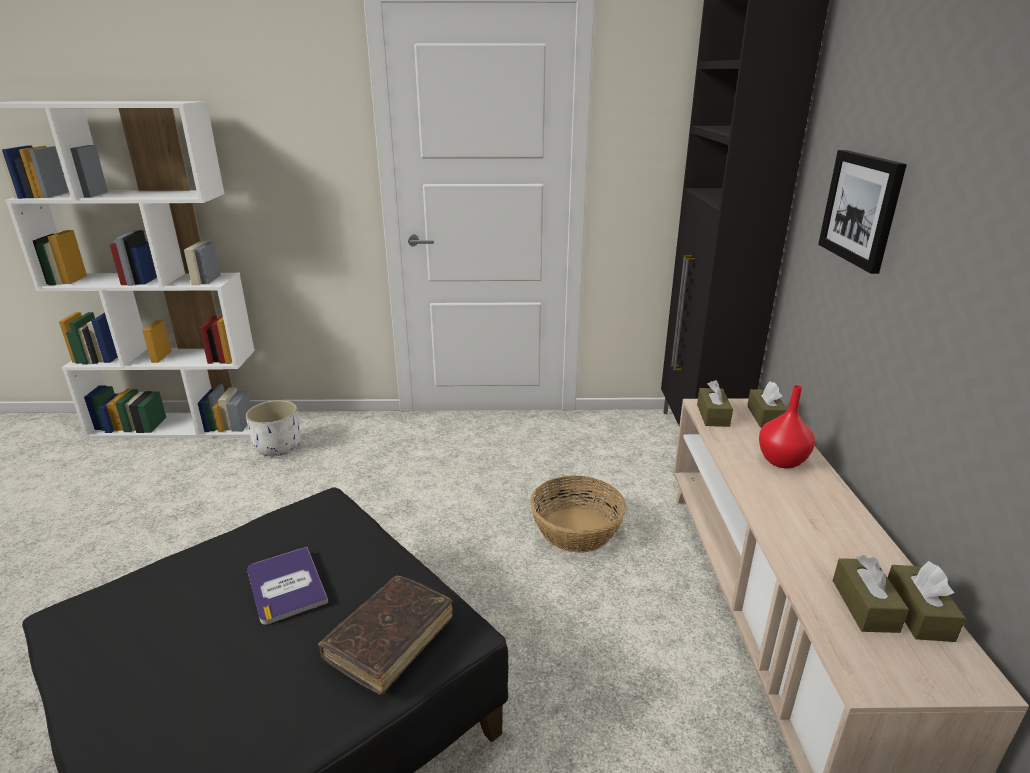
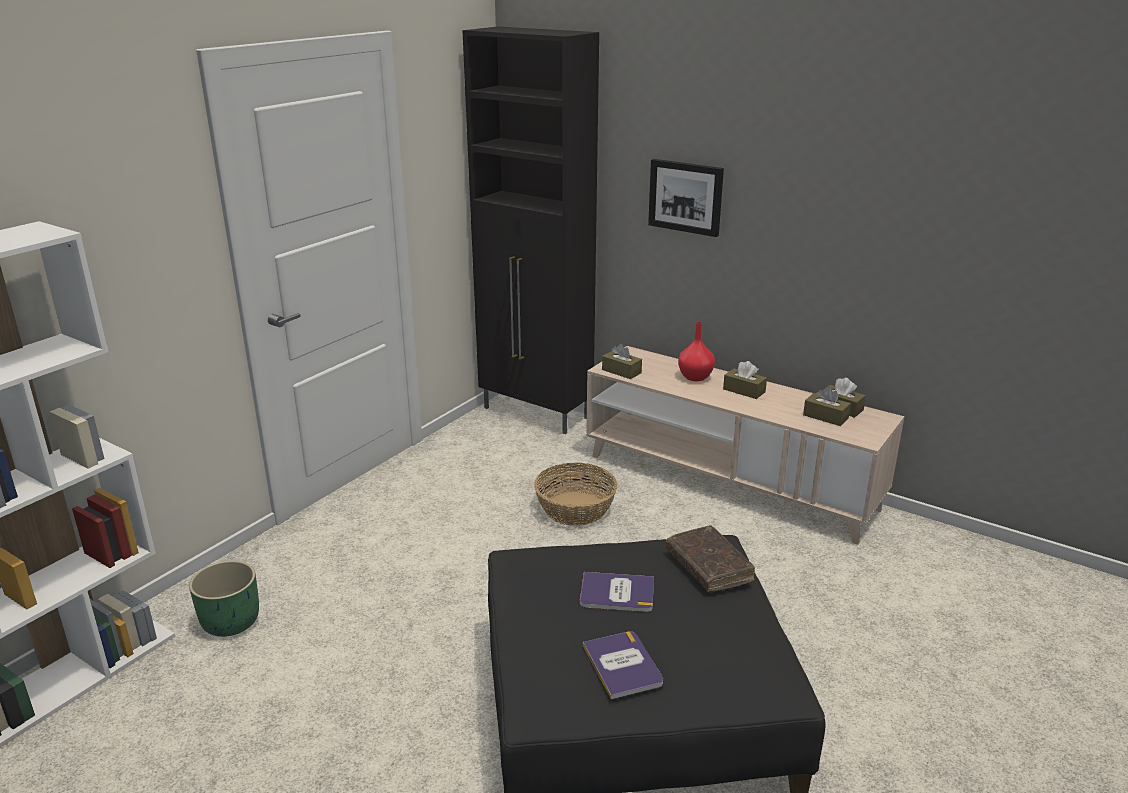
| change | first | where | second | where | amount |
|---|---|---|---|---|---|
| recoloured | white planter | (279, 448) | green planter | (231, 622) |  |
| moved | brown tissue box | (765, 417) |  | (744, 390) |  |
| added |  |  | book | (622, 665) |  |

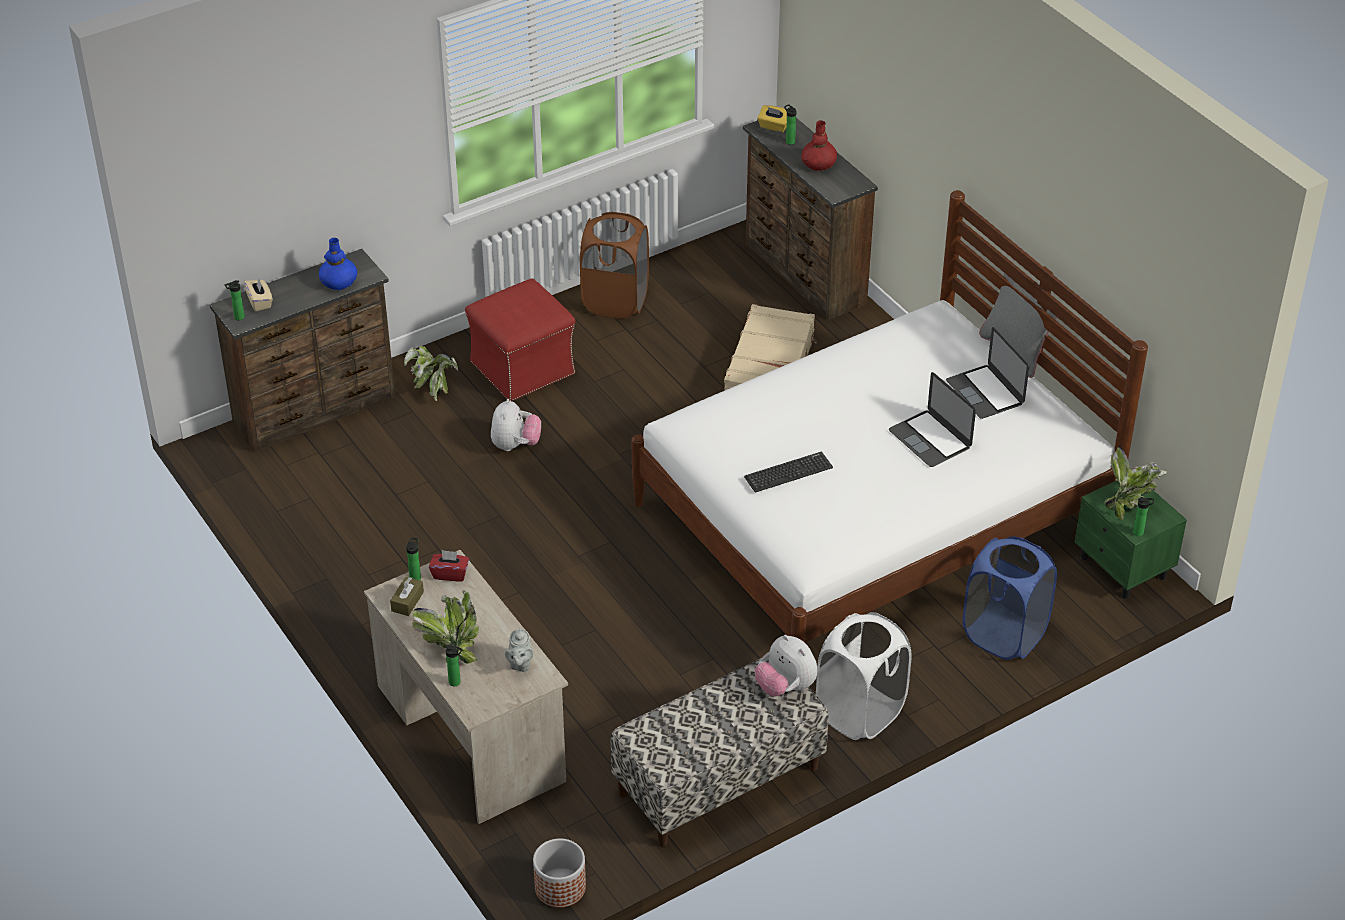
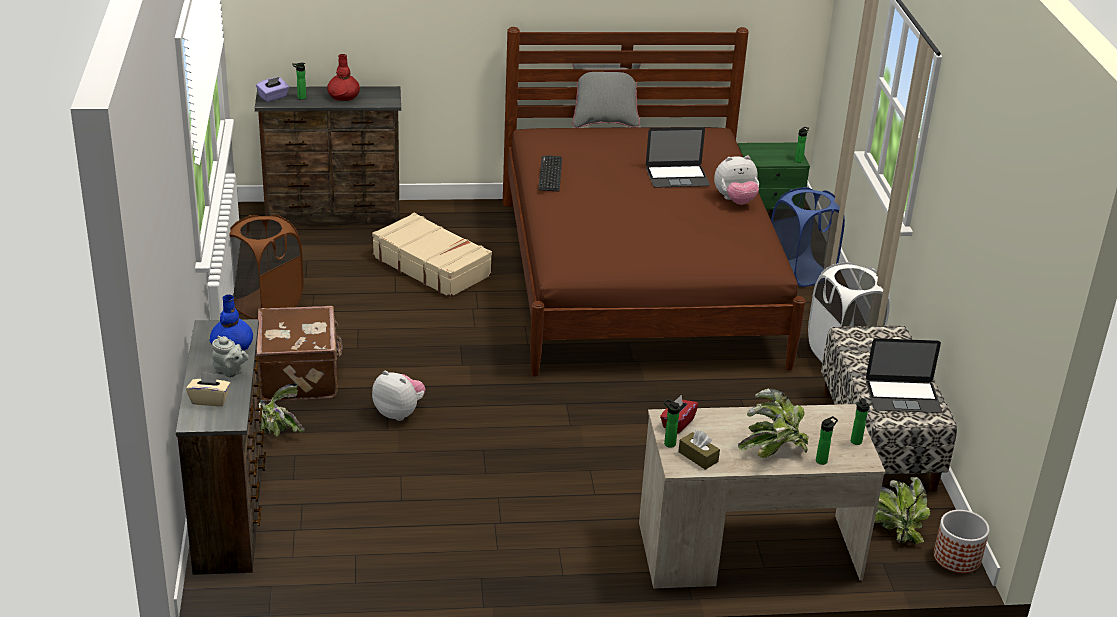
| change | first | where | second | where | amount |
|---|---|---|---|---|---|
| moved | bottle | (237, 318) |  | (856, 443) |  |
| replaced | red ottoman | (523, 367) | brown suitcase | (300, 376) |  |
| moved | grey teapot | (520, 664) |  | (230, 372) |  |
| recoloured | white bed | (872, 516) | brown bed | (637, 280) |  |
| moved | keyboard | (788, 472) |  | (550, 174) |  |
| moved | plush toy | (785, 687) |  | (735, 201) |  |
| recoloured | yellow tissue box | (774, 126) | purple tissue box | (273, 97) |  |
| moved | laptop | (985, 392) |  | (903, 396) |  |
| moved | potted plant | (1130, 502) |  | (894, 528) |  |

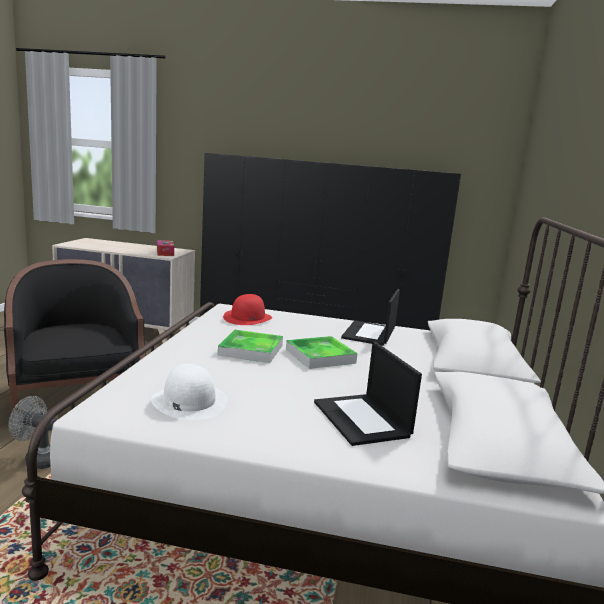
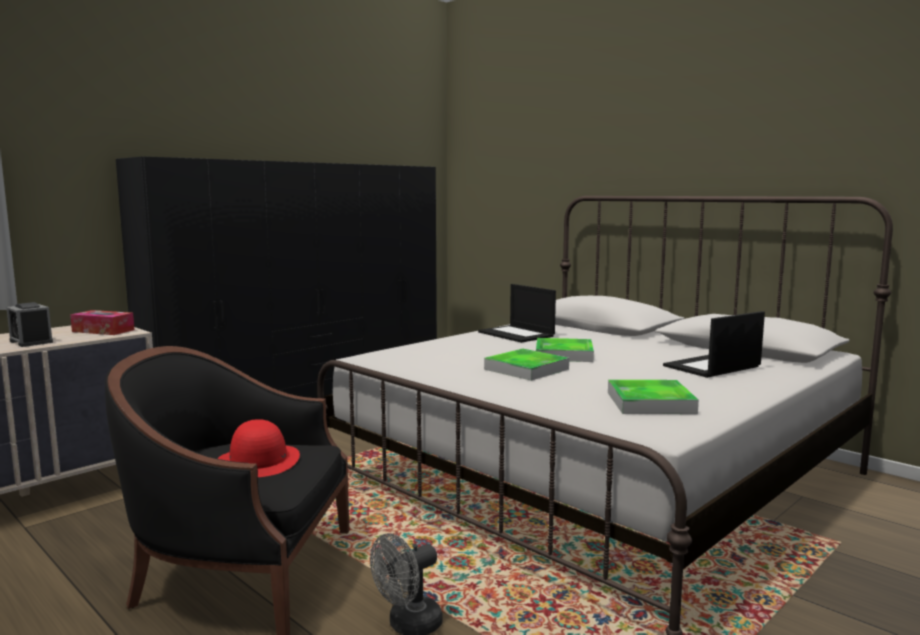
| change | first | where | second | where | amount |
|---|---|---|---|---|---|
| replaced | white hat | (189, 401) | tray | (650, 403) |  |
| moved | red hat | (247, 318) |  | (259, 461) |  |
| turned | laptop | (362, 419) |  | (712, 367) | 135 degrees clockwise |
| added |  |  | alarm clock | (31, 342) |  |

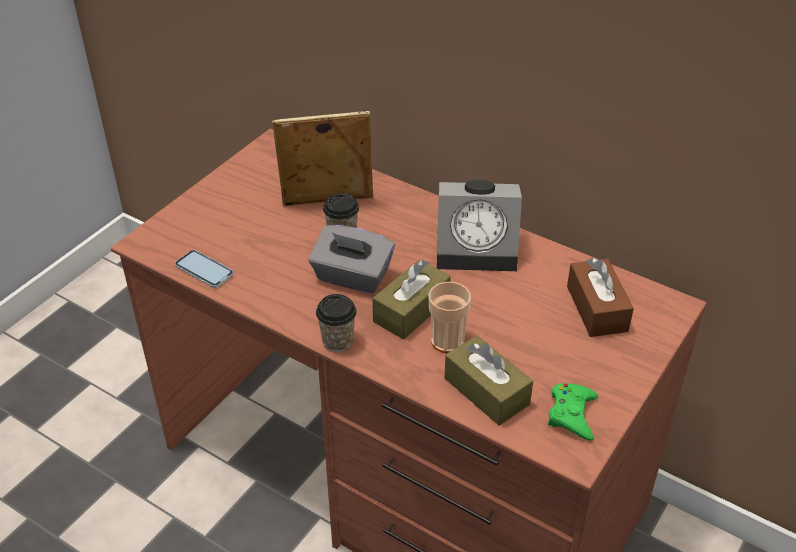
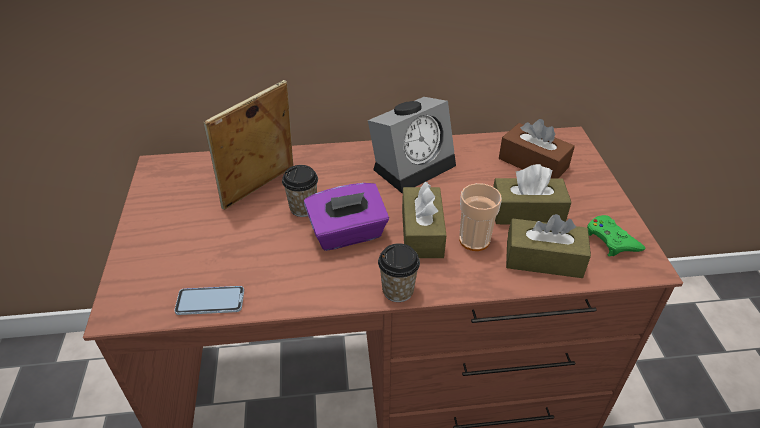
| change | first | where | second | where | amount |
|---|---|---|---|---|---|
| recoloured | grey tissue box | (352, 277) | purple tissue box | (347, 234) |  |
| added |  |  | brown tissue box | (527, 212) |  |

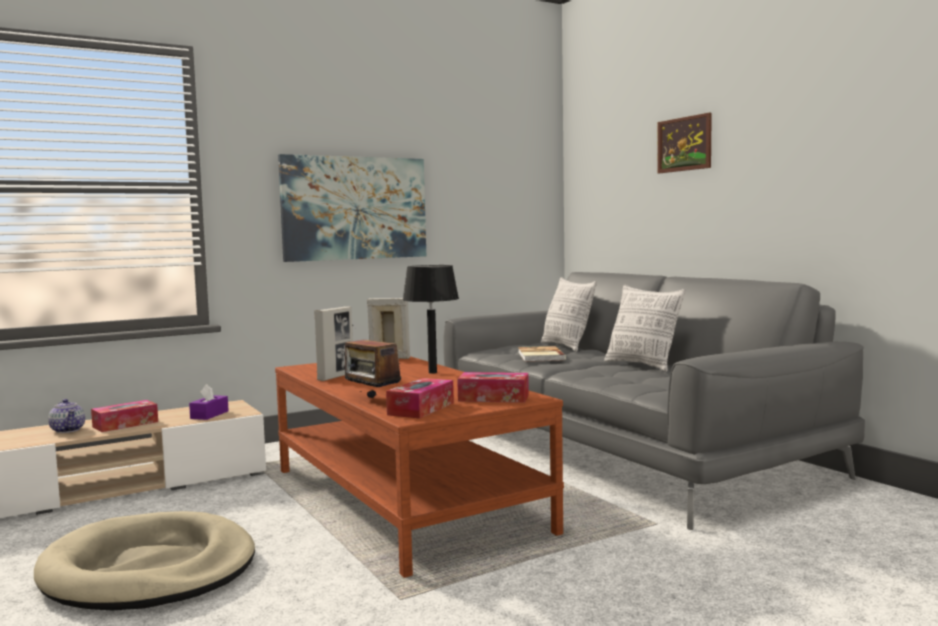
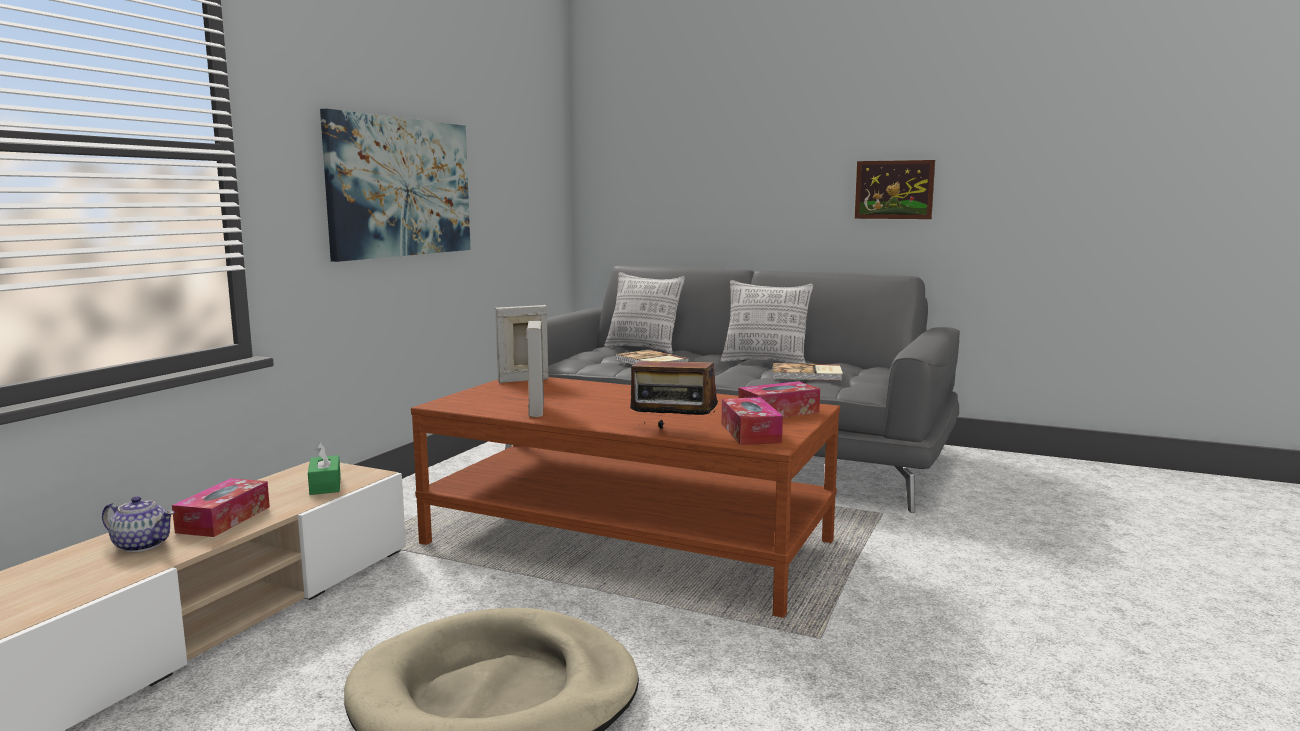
| change | first | where | second | where | amount |
|---|---|---|---|---|---|
| recoloured | purple tissue box | (209, 415) | green tissue box | (325, 485) |  |
| removed | black table lamp | (433, 372) |  |  |  |
| moved | picture | (684, 144) |  | (894, 189) |  |
| added |  |  | book | (807, 375) |  |

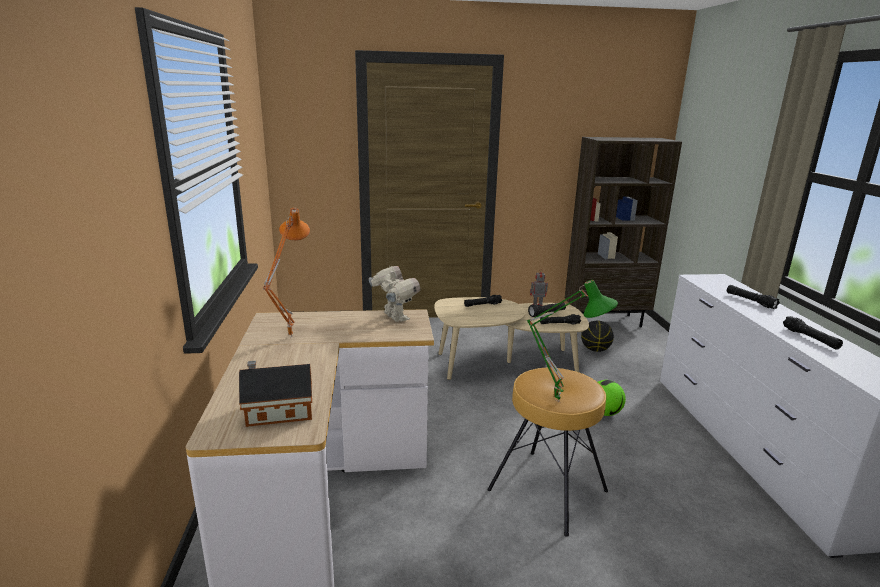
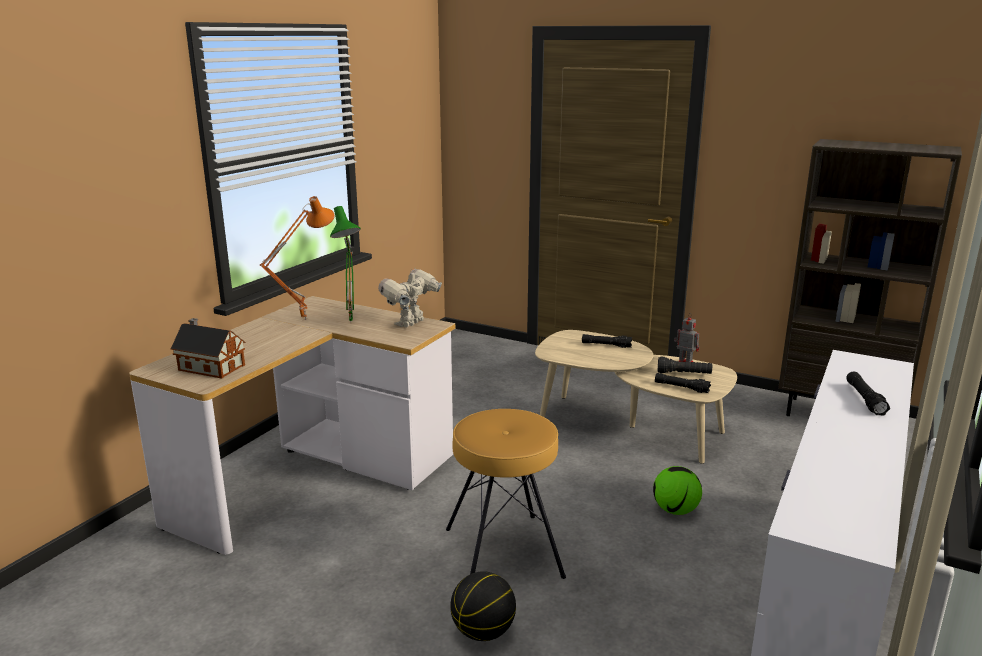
| change | first | where | second | where | amount |
|---|---|---|---|---|---|
| turned | toy robot | (394, 318) |  | (411, 323) | 150 degrees counterclockwise |
| moved | green table lamp | (559, 400) |  | (353, 323) |  |
| moved | basketball | (595, 350) |  | (483, 632) |  |
| removed | black flashlight | (810, 338) |  |  |  |

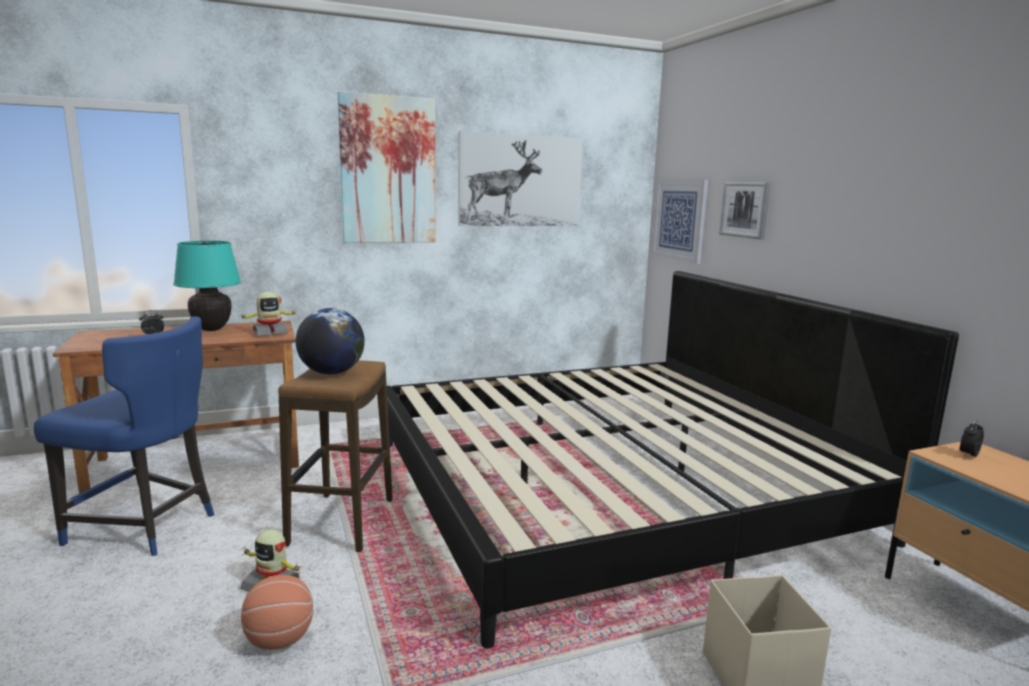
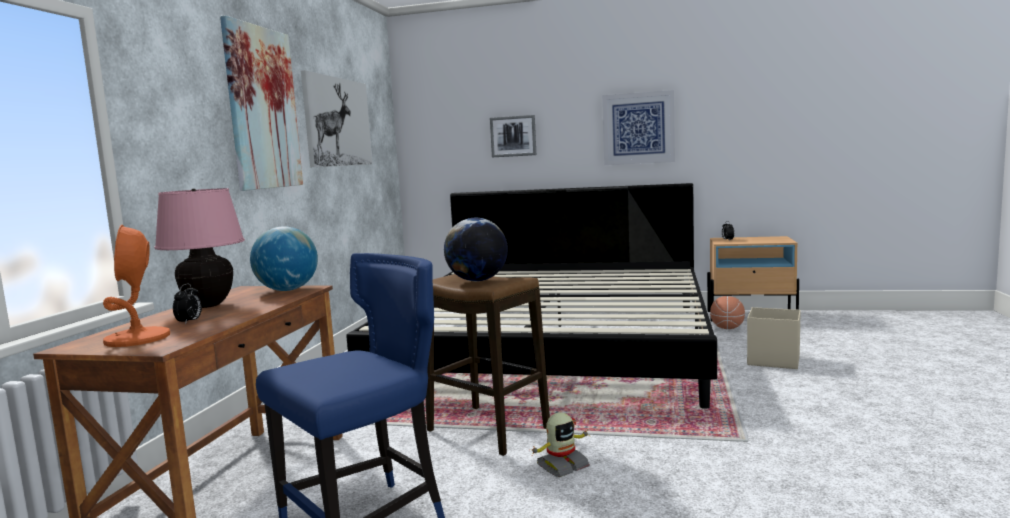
| change | first | where | second | where | amount |
|---|---|---|---|---|---|
| recoloured | turquoise table lamp | (211, 329) | pink table lamp | (208, 305) |  |
| replaced | toy robot | (270, 333) | globe | (287, 290) |  |
| moved | basketball | (280, 640) |  | (727, 328) |  |
| moved | picture | (679, 220) |  | (638, 128) |  |
| added |  |  | orange table lamp | (137, 338) |  |

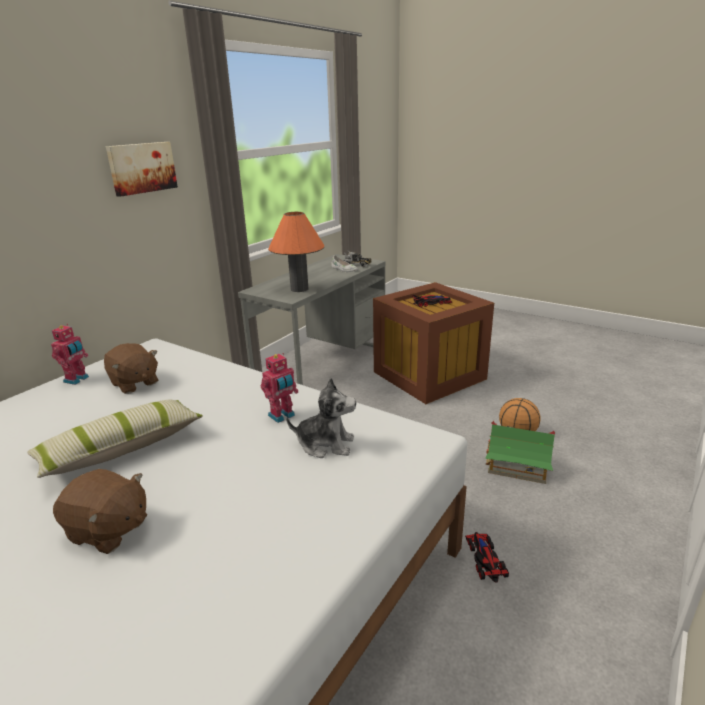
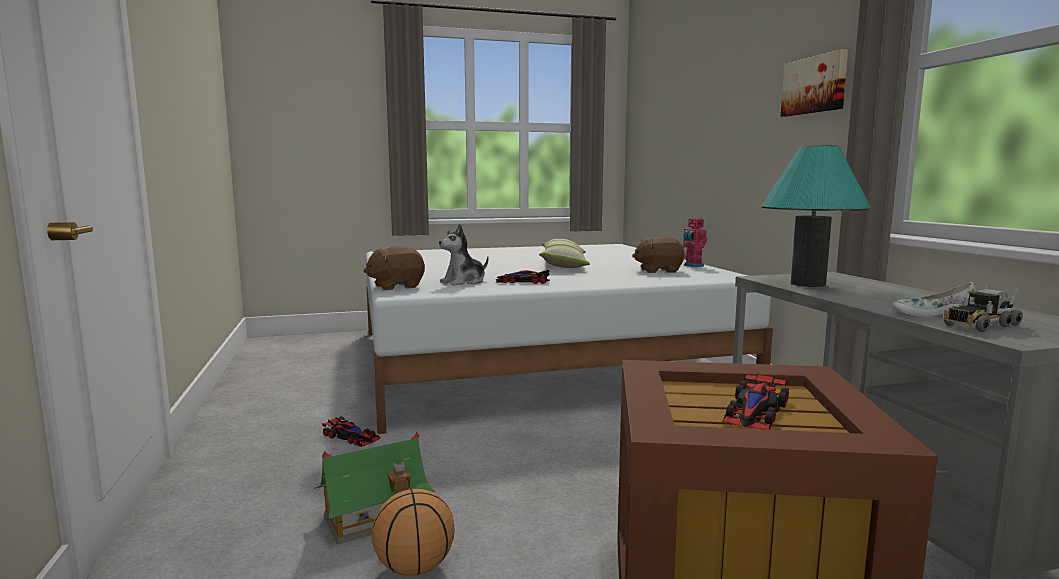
| change | first | where | second | where | amount |
|---|---|---|---|---|---|
| moved | brown plush toy | (108, 530) |  | (396, 286) |  |
| replaced | toy robot | (282, 416) | toy car | (522, 281) |  |
| recoloured | orange table lamp | (299, 289) | turquoise table lamp | (808, 284) |  |

